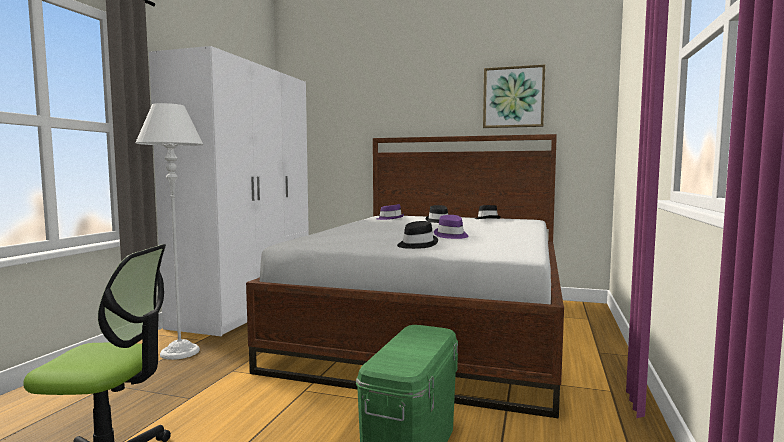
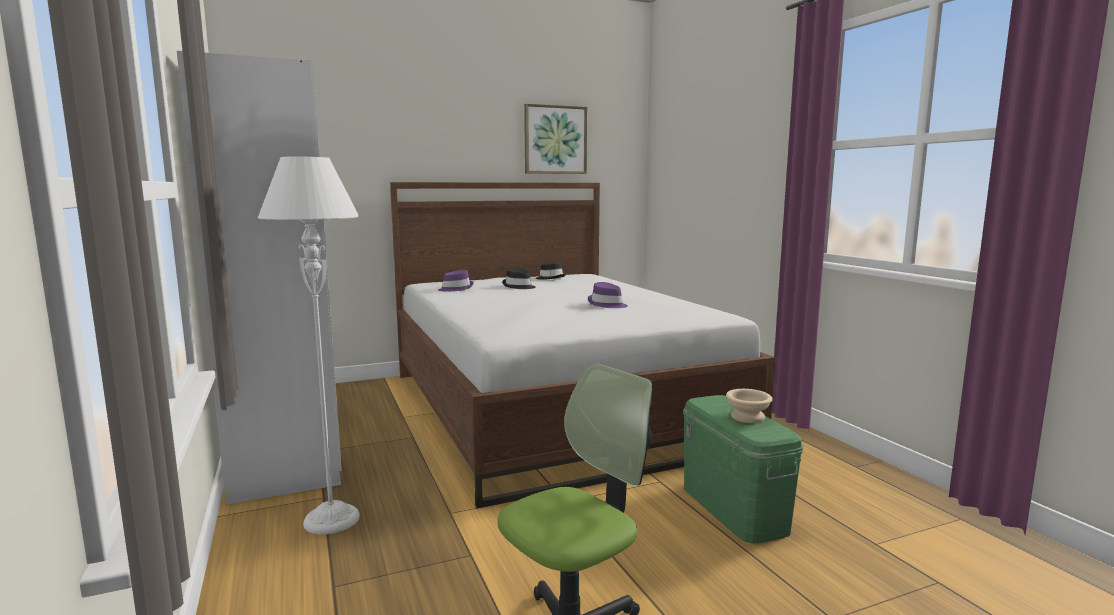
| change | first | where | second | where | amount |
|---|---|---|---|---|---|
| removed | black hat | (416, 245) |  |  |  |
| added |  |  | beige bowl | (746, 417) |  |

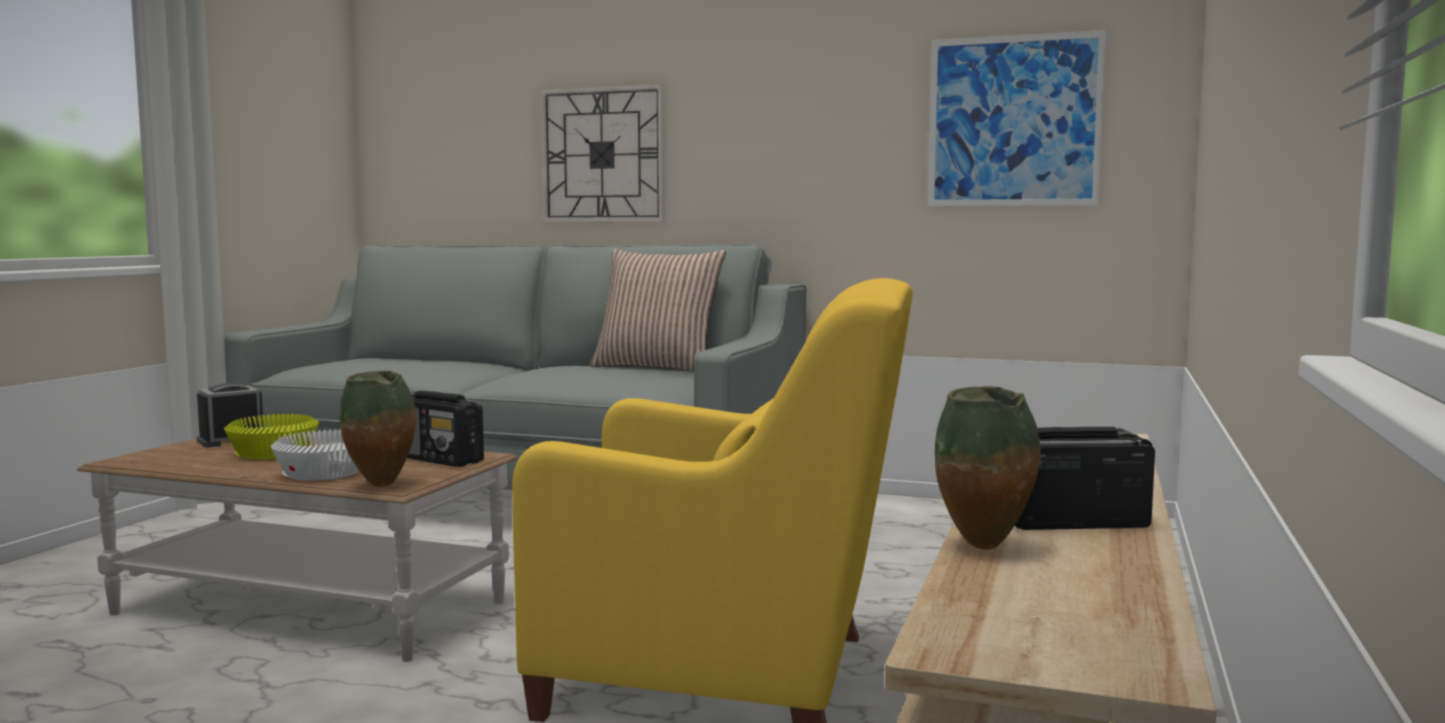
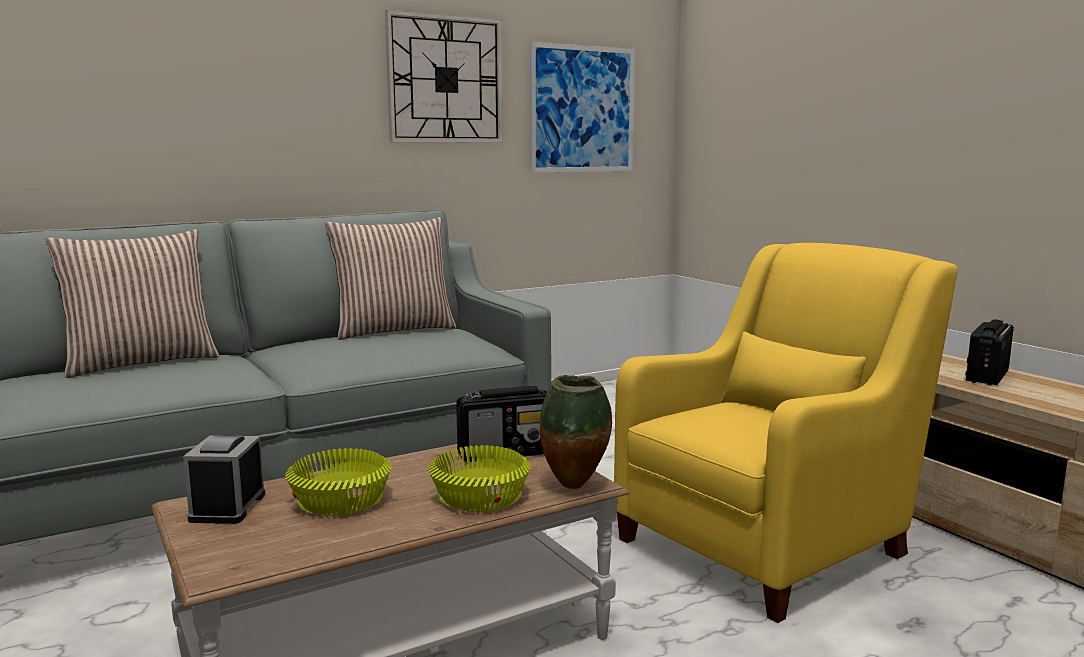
| change | first | where | second | where | amount |
|---|---|---|---|---|---|
| recoloured | white bowl | (321, 472) | yellow bowl | (480, 497) |  |
| moved | wall clock | (603, 155) |  | (445, 80) |  |
| removed | vase | (985, 548) |  |  |  |
| added |  |  | pillow | (141, 362) |  |

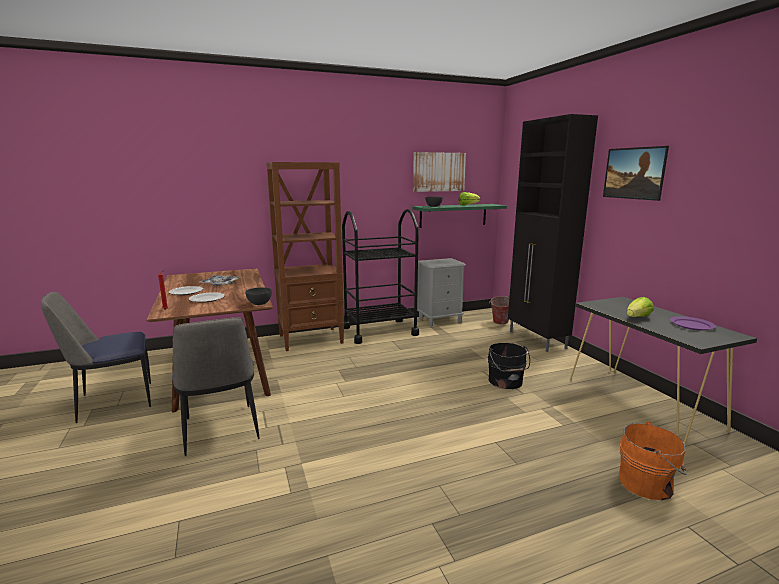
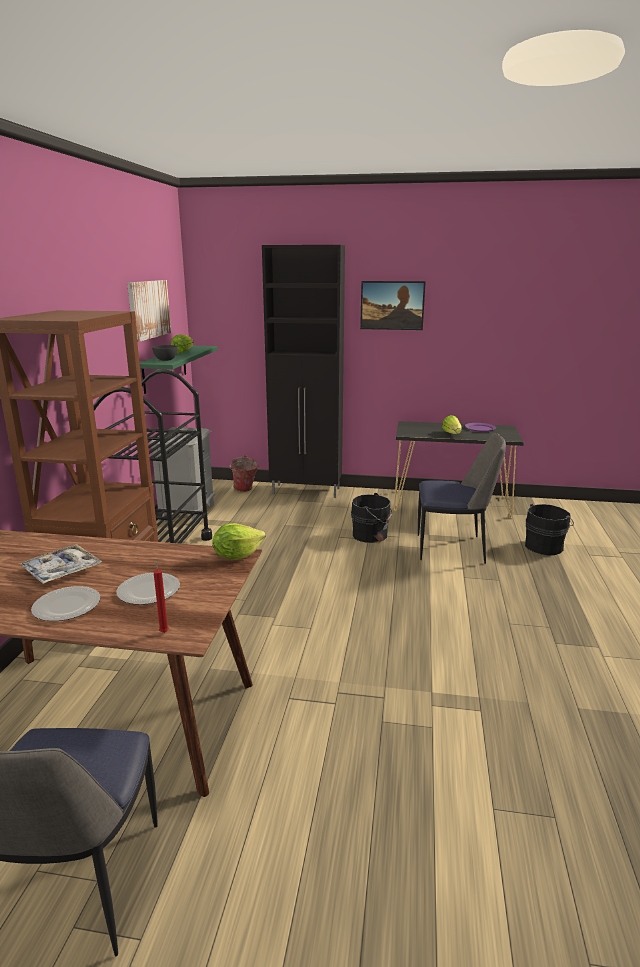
| change | first | where | second | where | amount |
|---|---|---|---|---|---|
| moved | chair | (221, 430) |  | (453, 548) |  |
| replaced | grey bowl | (259, 303) | lettuce | (237, 555) |  |
| recoloured | orange bucket | (648, 483) | black bucket | (545, 546) |  |

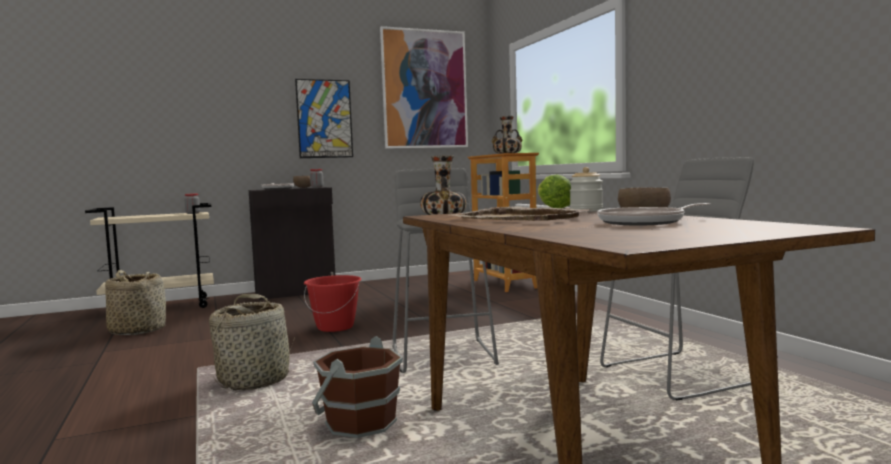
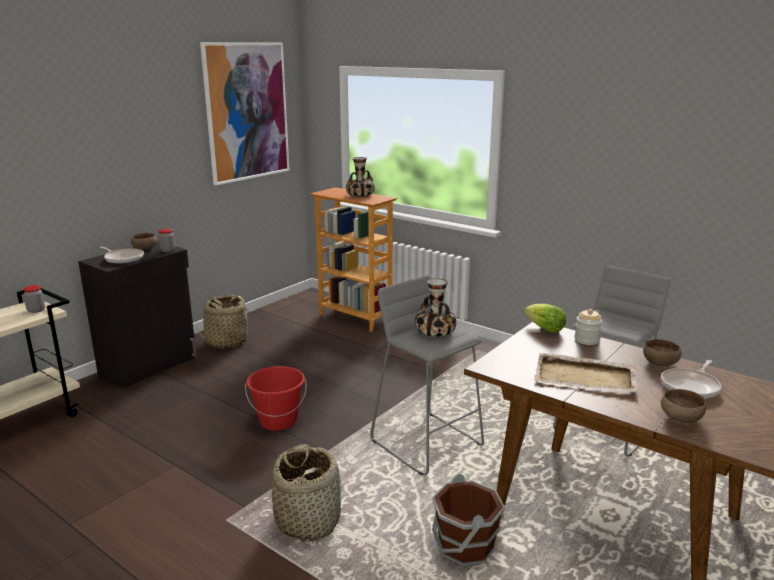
| change | first | where | second | where | amount |
|---|---|---|---|---|---|
| moved | basket | (137, 330) |  | (226, 342) |  |
| removed | picture | (324, 119) |  |  |  |
| added |  |  | brown bowl | (680, 418) |  |

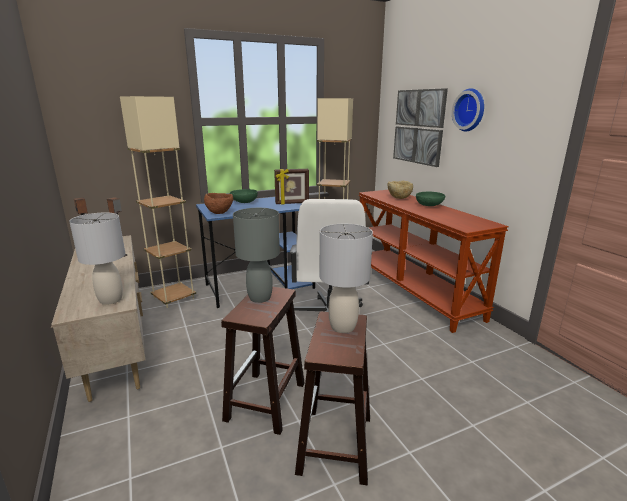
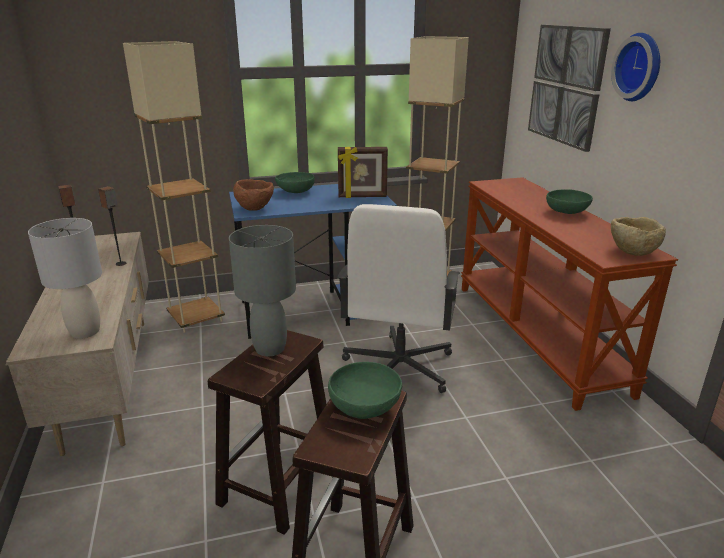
| change | first | where | second | where | amount |
|---|---|---|---|---|---|
| replaced | grey table lamp | (343, 326) | green bowl | (365, 407) |  |
| moved | beige bowl | (399, 198) |  | (632, 252) |  |

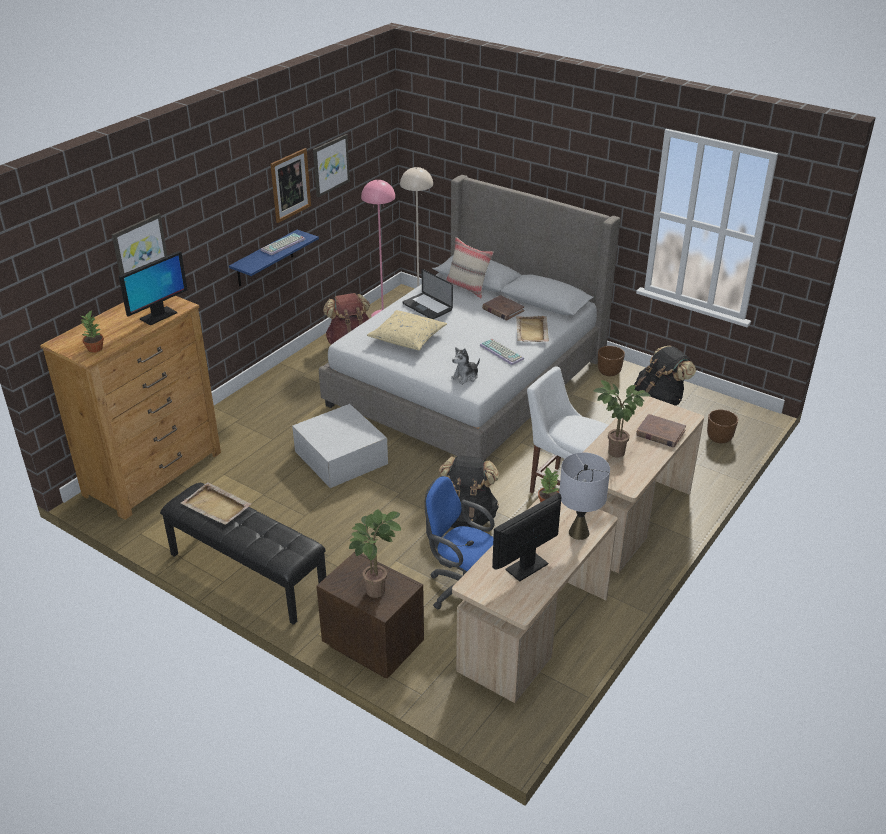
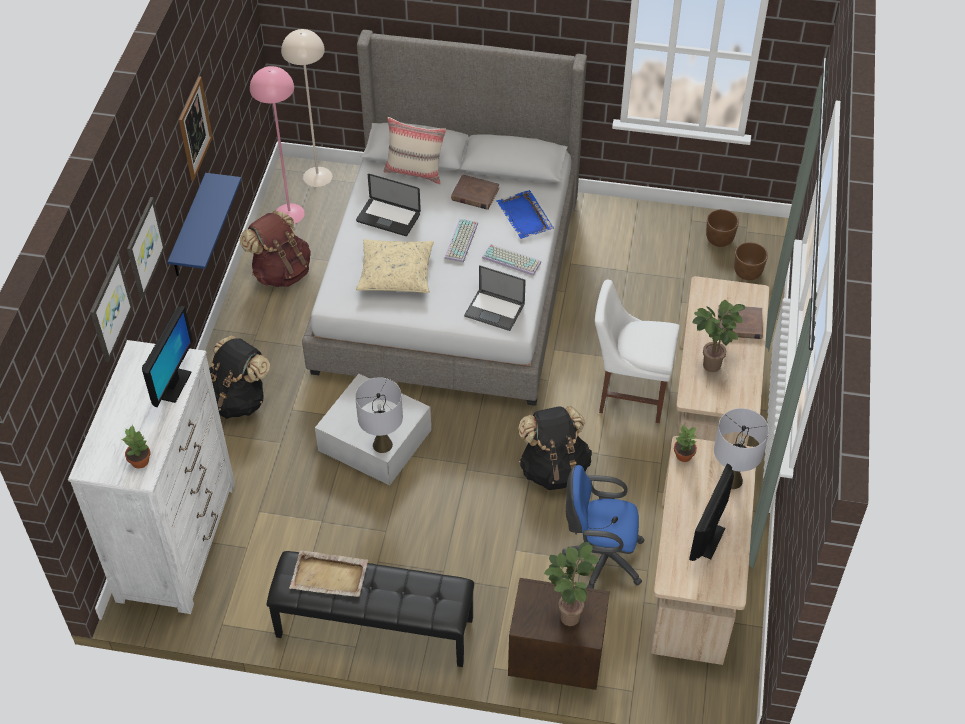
| change | first | where | second | where | amount |
|---|---|---|---|---|---|
| recoloured | brown dresser | (154, 473) | white dresser | (177, 540) |  |
| moved | keyboard | (283, 245) |  | (462, 241) |  |
| moved | picture | (330, 165) |  | (144, 247) |  |
| replaced | plush toy | (465, 377) | laptop | (495, 310) |  |
| recoloured | beige tray | (531, 331) | blue tray | (525, 217) |  |
| moved | brown planter | (609, 372) |  | (719, 240) |  |
| moved | black backpack | (659, 400) |  | (237, 399) |  |
| added |  |  | grey table lamp | (382, 444) |  |

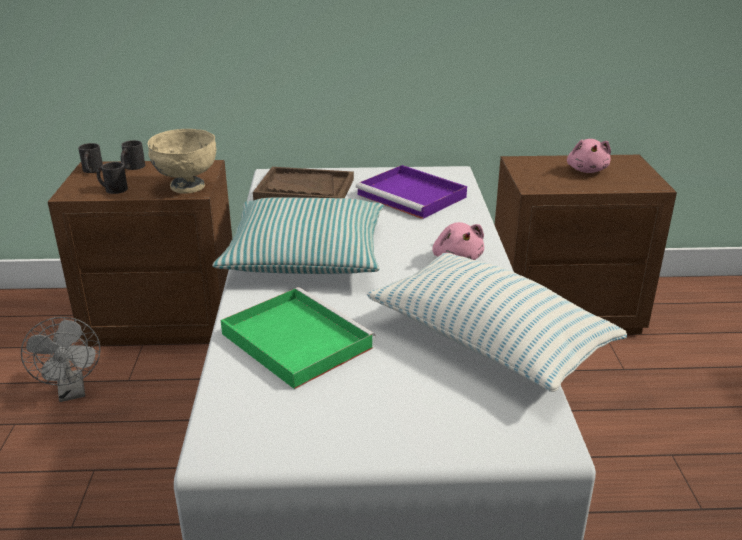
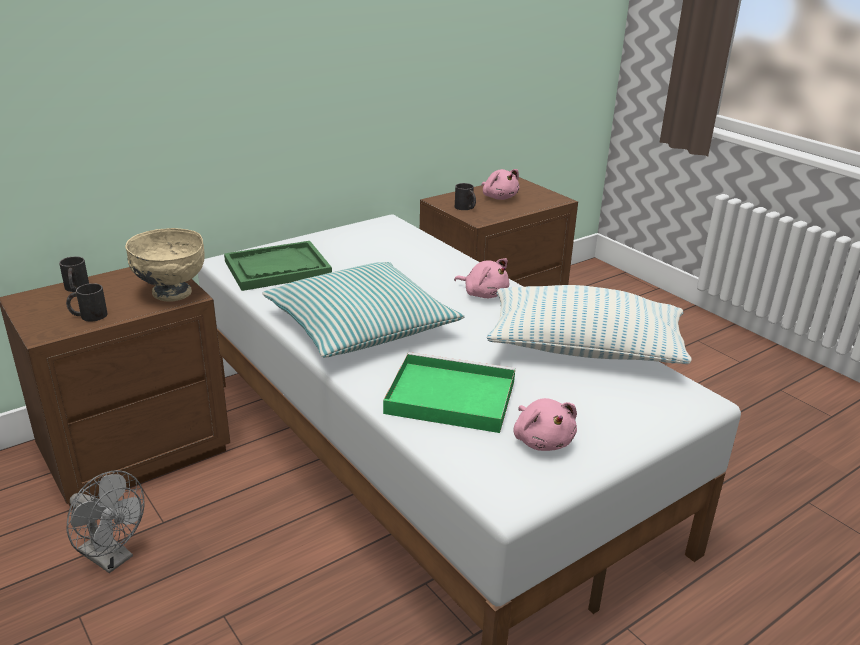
| change | first | where | second | where | amount |
|---|---|---|---|---|---|
| moved | black mug | (92, 171) |  | (466, 208) |  |
| recoloured | brown tray | (304, 189) | green tray | (277, 268) |  |
| removed | purple tray | (413, 196) |  |  |  |
| added |  |  | pink plush toy | (542, 440) |  |

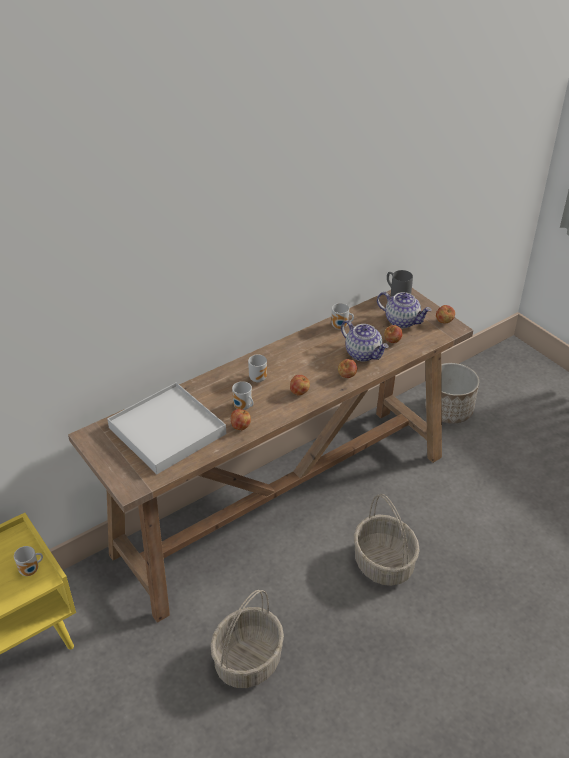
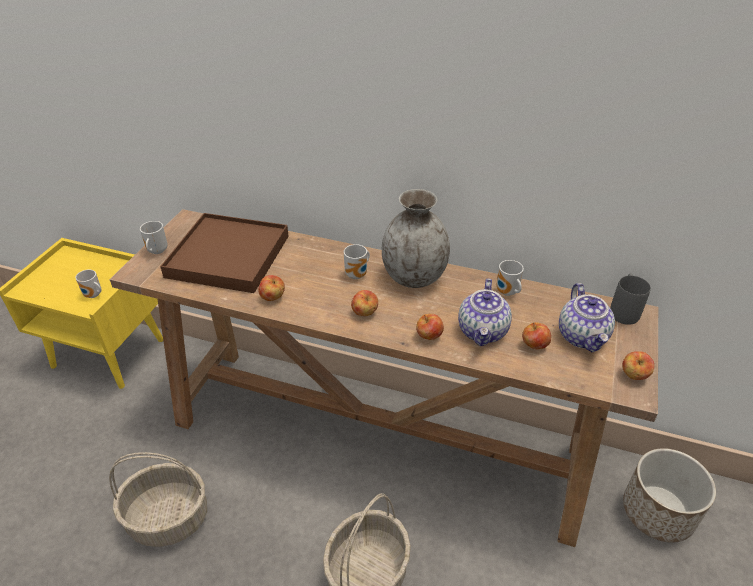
| change | first | where | second | where | amount |
|---|---|---|---|---|---|
| recoloured | white tray | (167, 431) | brown tray | (228, 256) |  |
| moved | mug | (243, 408) |  | (156, 251) |  |
| added |  |  | grey vase | (413, 277) |  |

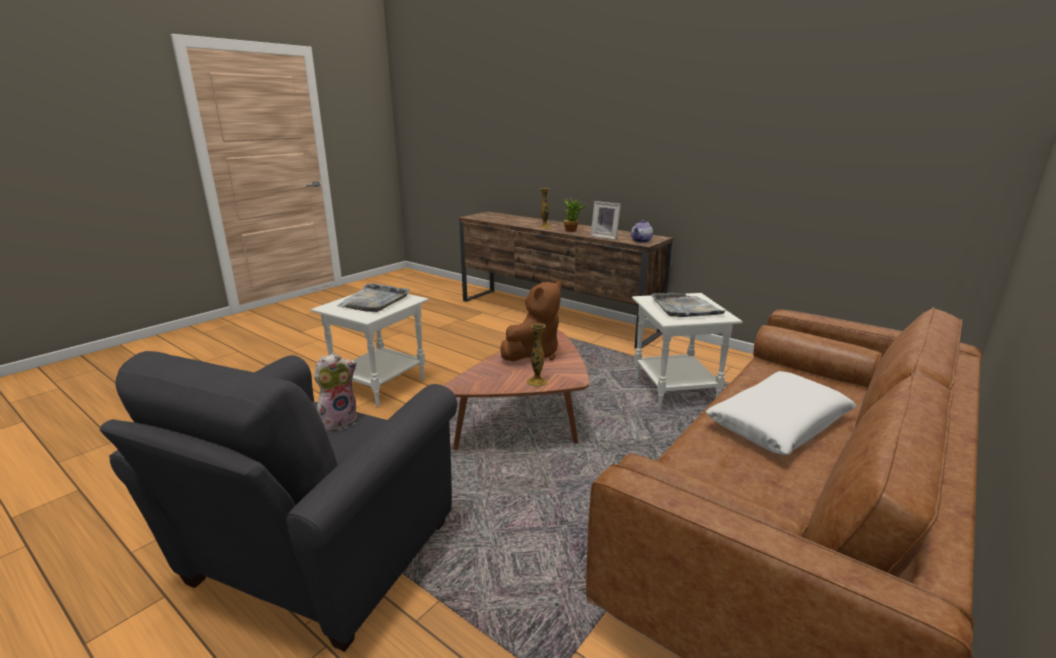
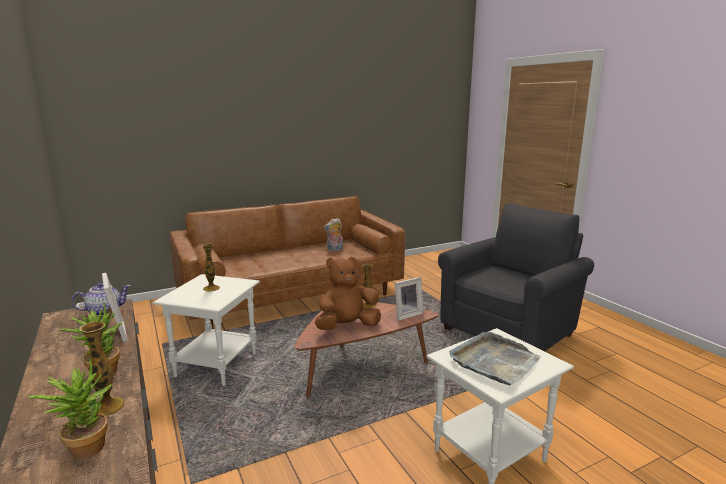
| change | first | where | second | where | amount |
|---|---|---|---|---|---|
| moved | plush toy | (339, 421) |  | (334, 250) |  |
| replaced | grey tray | (685, 308) | vase | (211, 288) |  |
| removed | white pillow | (778, 423) |  |  |  |
| added |  |  | potted plant | (84, 447) |  |
| added |  |  | picture frame | (407, 314) |  |

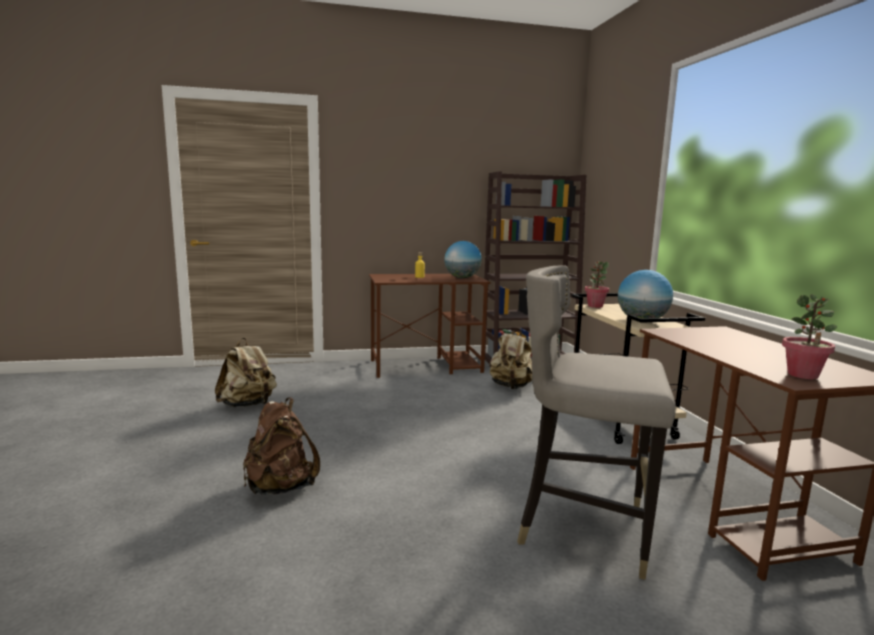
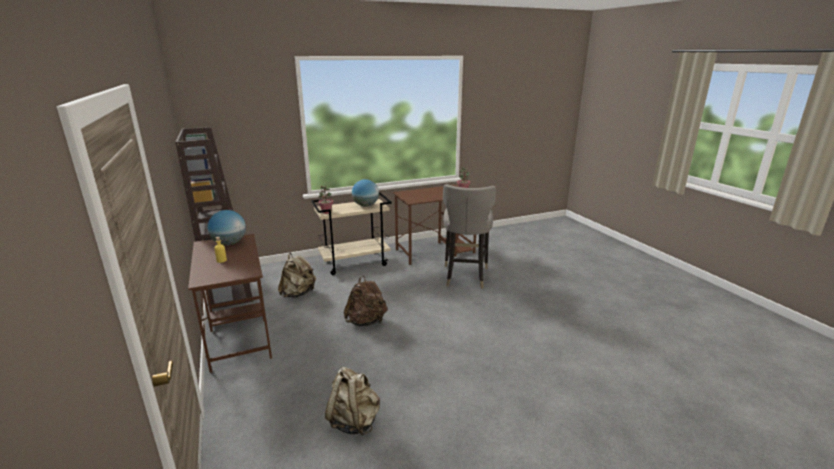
| change | first | where | second | where | amount |
|---|---|---|---|---|---|
| moved | brown backpack | (280, 487) |  | (366, 322) |  |

